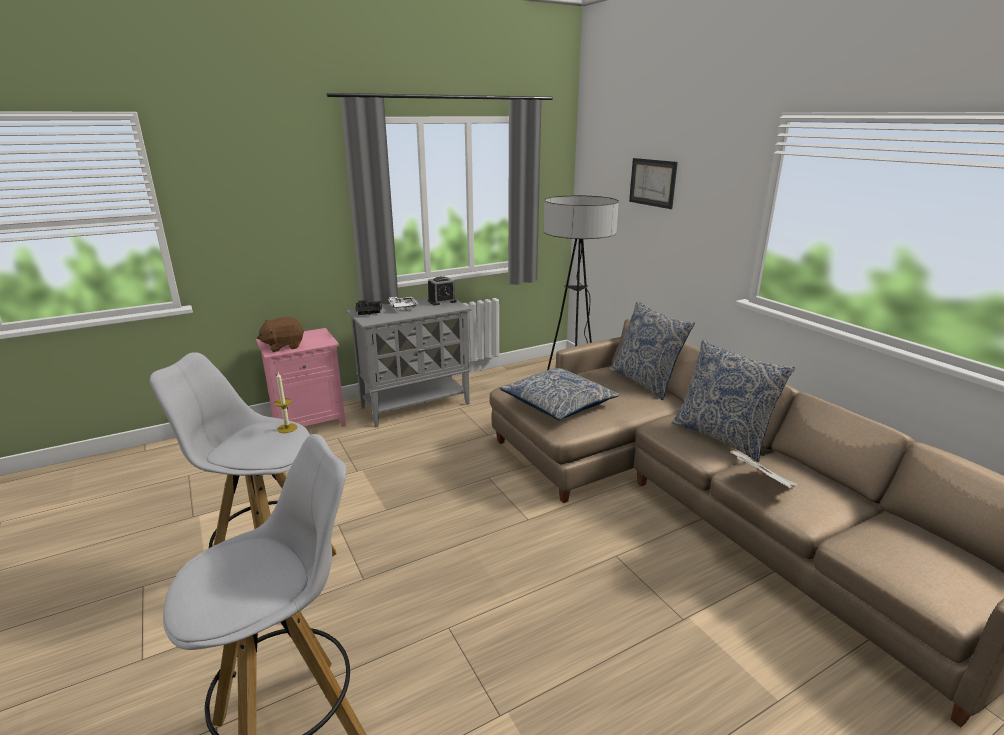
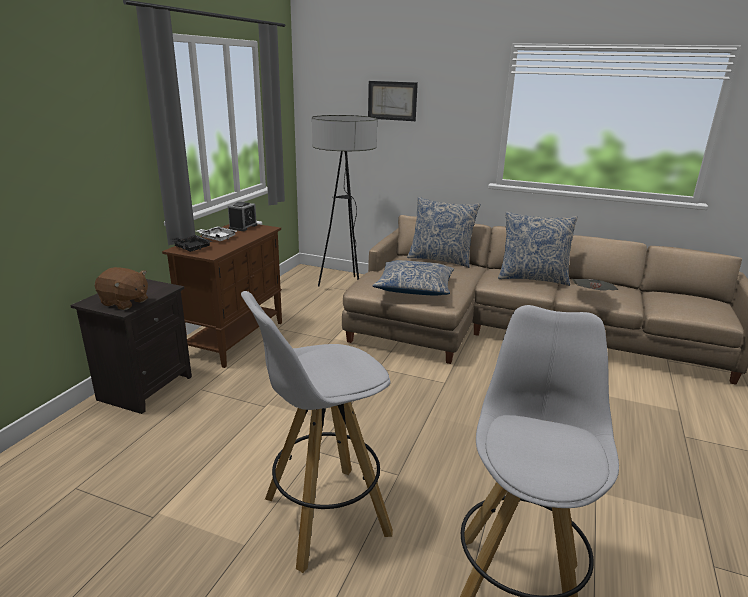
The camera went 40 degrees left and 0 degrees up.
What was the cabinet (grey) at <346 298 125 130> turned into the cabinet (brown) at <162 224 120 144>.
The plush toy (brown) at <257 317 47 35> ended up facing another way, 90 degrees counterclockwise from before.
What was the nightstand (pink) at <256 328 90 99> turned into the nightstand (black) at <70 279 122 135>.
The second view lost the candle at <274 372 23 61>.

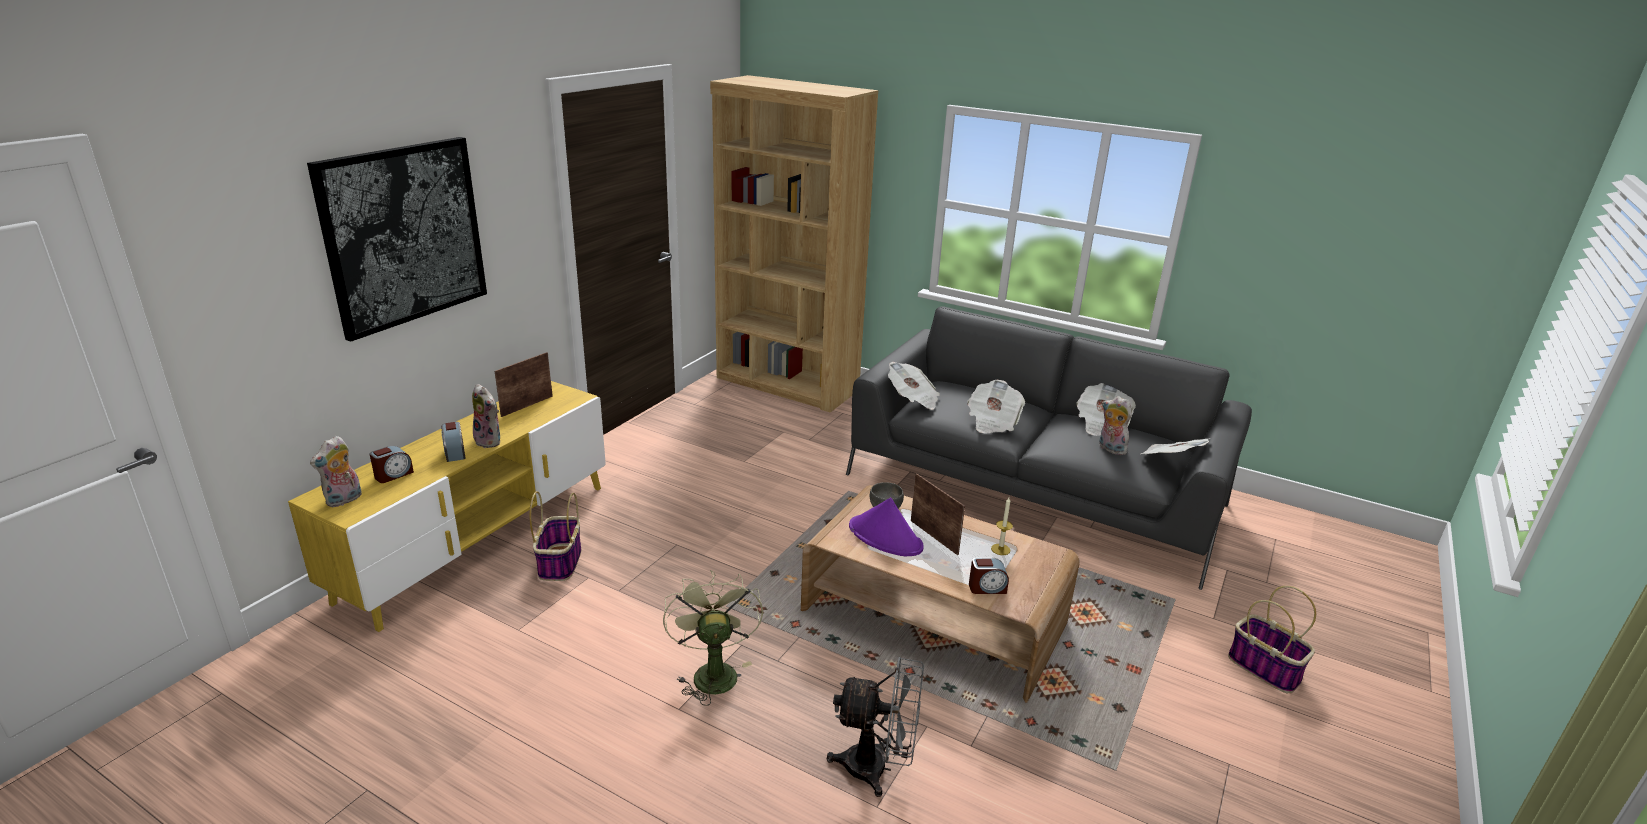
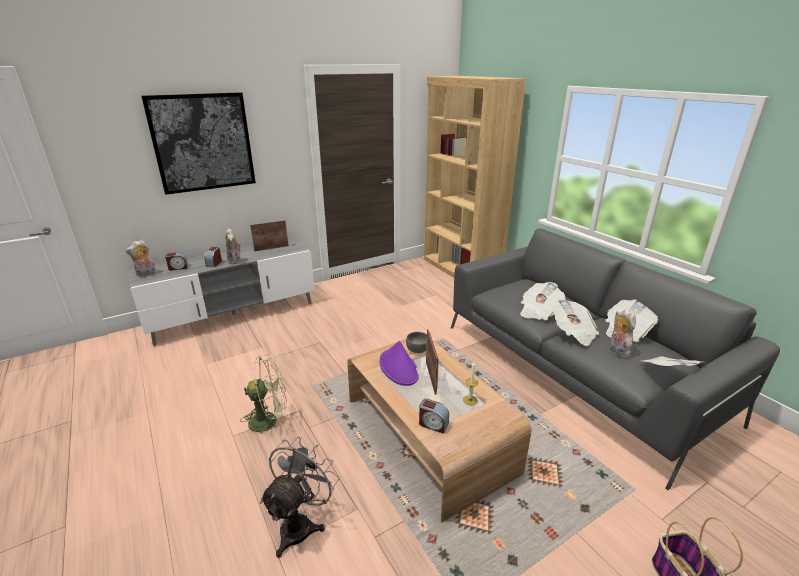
The camera went 30 degrees right and 0 degrees up.
The newspaper ended up elsewhere, having gone from <888 362 52 48> to <553 299 46 47>.
What was the tv stand (yellow) at <288 381 318 251> turned into the tv stand (grey) at <127 238 187 108>.
The second view lost the basket at <529 491 52 90>.
The fan (green) at <663 571 100 135> ended up facing another way, 60 degrees clockwise from before.
The fan (grey) at <827 657 97 140> ended up facing another way, 105 degrees counterclockwise from before.

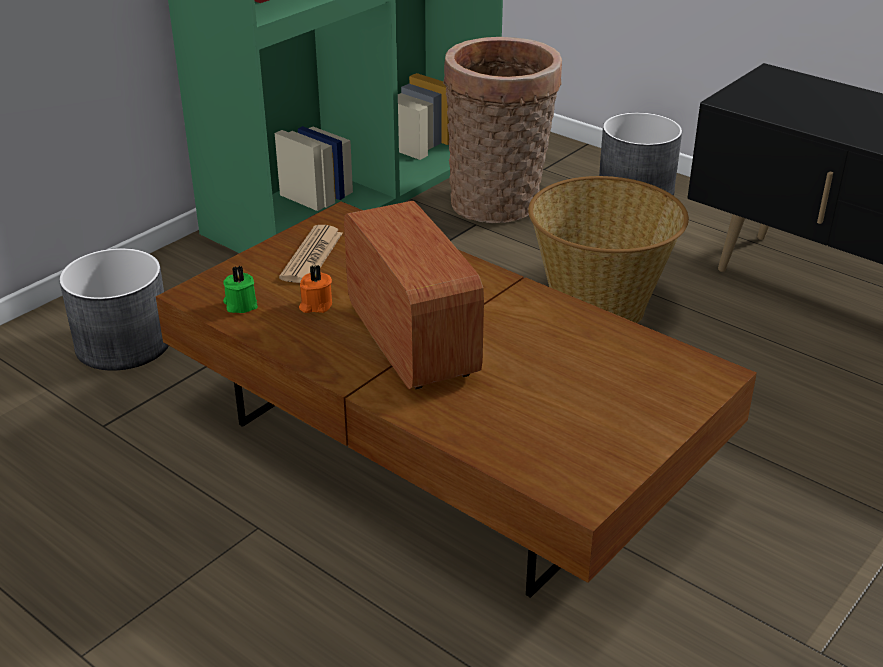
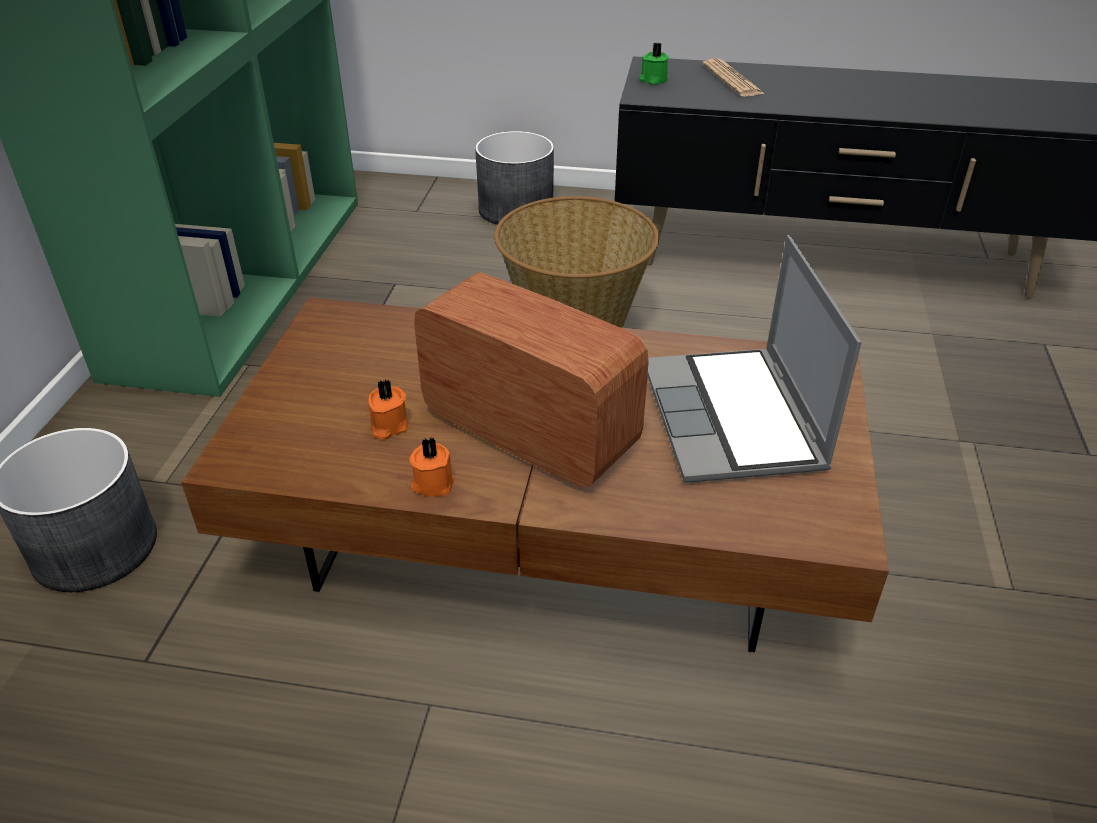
The camera went 30 degrees left and 5 degrees up.
The second view lost the basket at <443 37 119 186>.
The newspaper ended up elsewhere, having gone from <279 225 64 58> to <702 59 62 38>.
The candle (green) ended up elsewhere, having gone from <223 266 35 47> to <639 42 30 43>.
The second view gained the laptop at <647 235 215 248>.
The second view gained the candle (orange) at <409 438 46 59>.

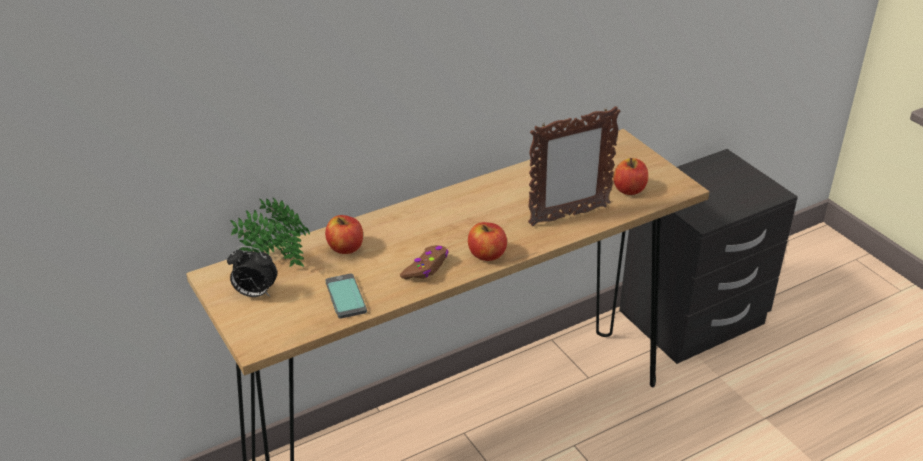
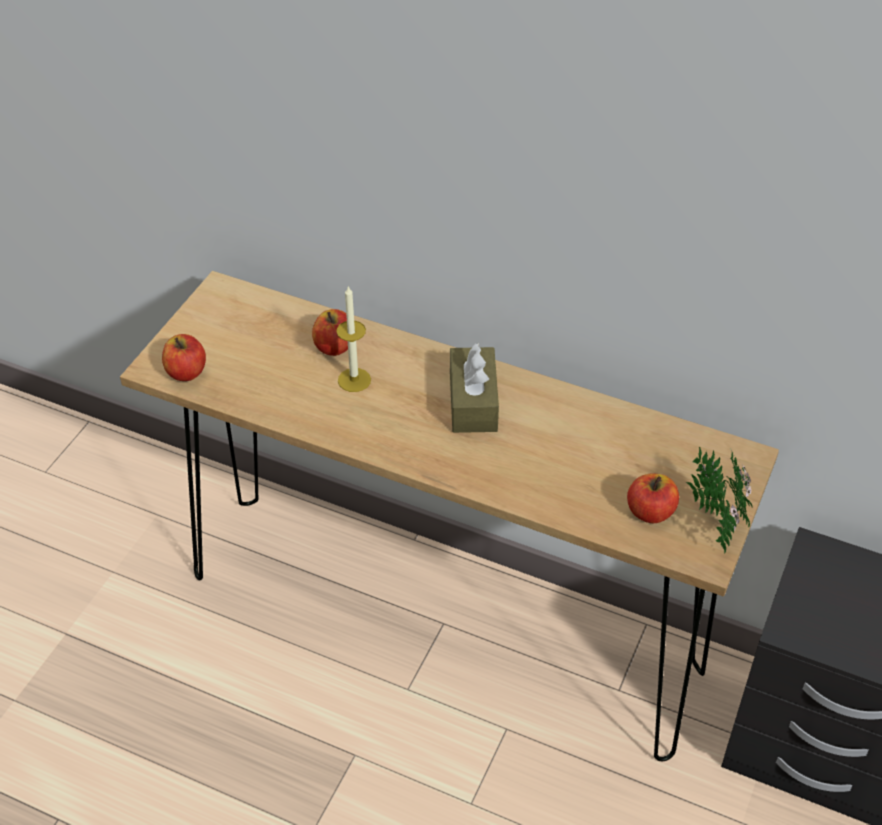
The camera went 55 degrees right and 10 degrees up.
The second view lost the picture frame at <528 106 93 120>.
The potted plant ended up elsewhere, having gone from <230 198 80 69> to <686 447 67 107>.
The apple ended up elsewhere, having gone from <468 222 39 39> to <162 334 44 47>.
The second view lost the game controller (brown) at <400 245 48 34>.
The second view lost the alarm clock at <227 246 50 51>.
The second view lost the phone at <325 273 42 46>.
The second view gained the candle at <336 287 35 105>.
The second view gained the tissue box (brown) at <450 343 49 90>.

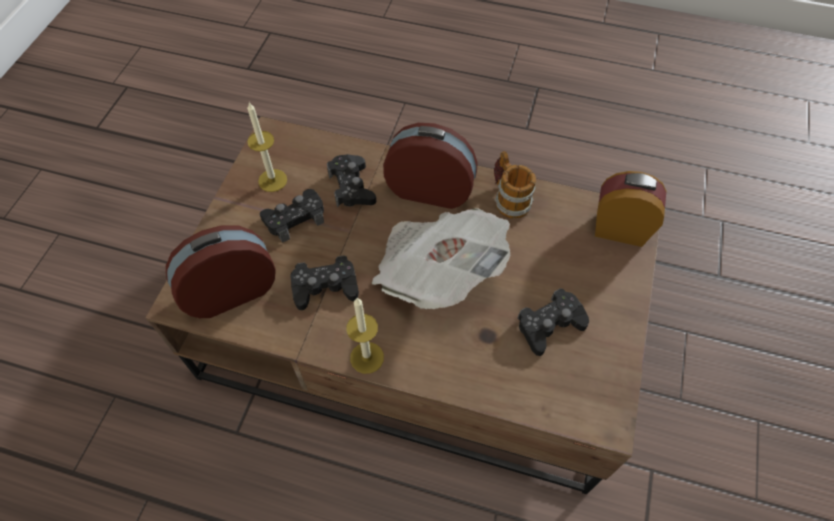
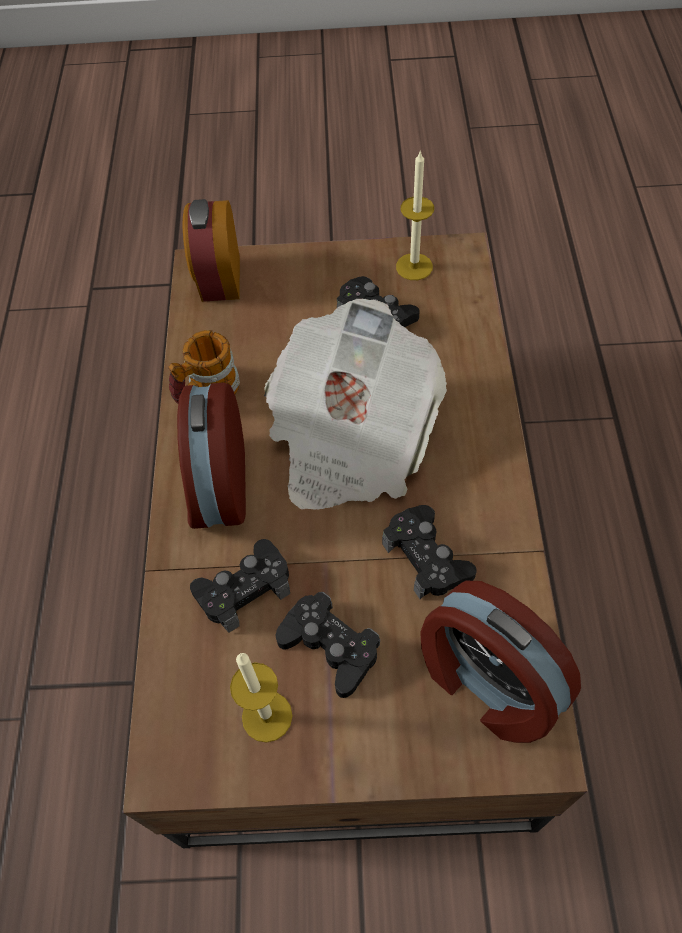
The camera went 105 degrees left and 0 degrees up.
The candle ended up elsewhere, having gone from <346 298 38 76> to <396 150 38 130>.

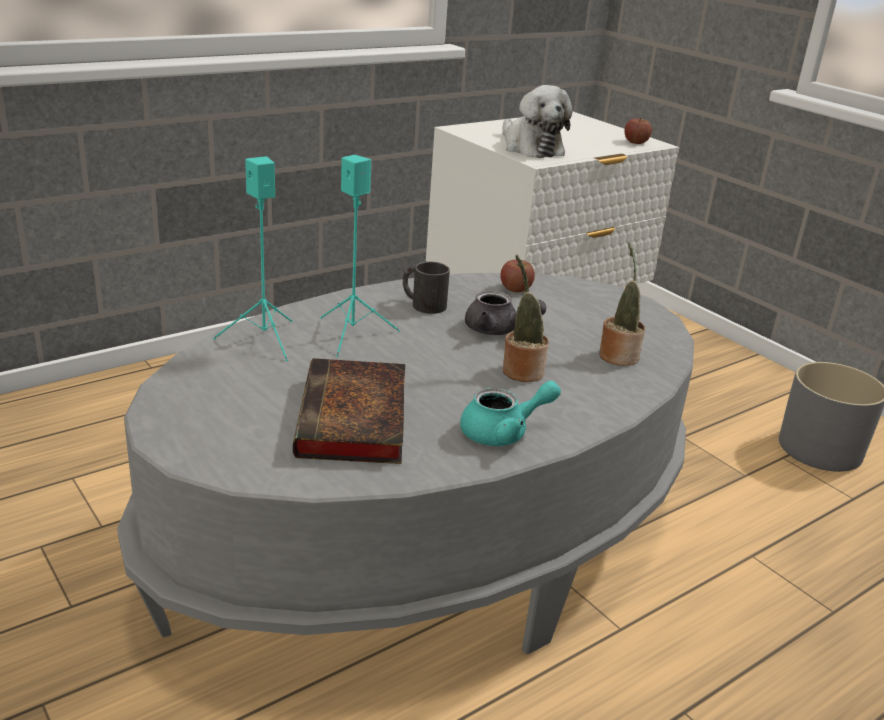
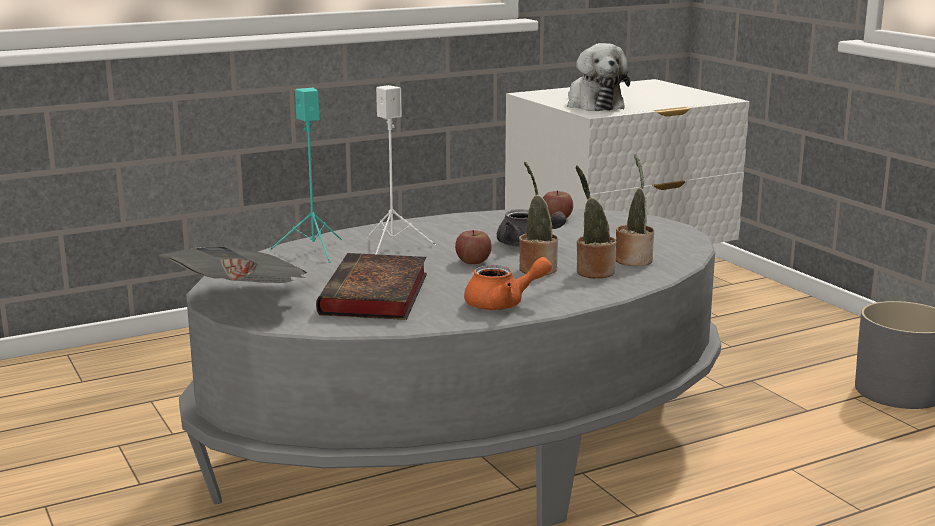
The camera went 10 degrees right and 10 degrees down.
The apple ended up elsewhere, having gone from <624 118 28 26> to <455 230 37 34>.
What was the speaker (turquoise) at <320 155 80 202> turned into the speaker (white) at <367 85 69 169>.
The second view lost the mug (black) at <403 262 47 52>.
What was the teapot (turquoise) at <460 381 101 65> turned into the teapot (orange) at <464 257 88 53>.
The second view gained the potted plant at <576 166 40 112>.
The second view gained the newspaper at <158 247 148 36>.

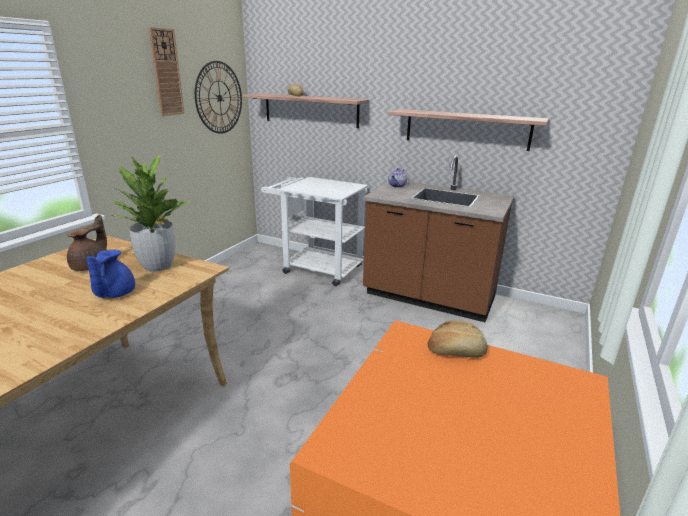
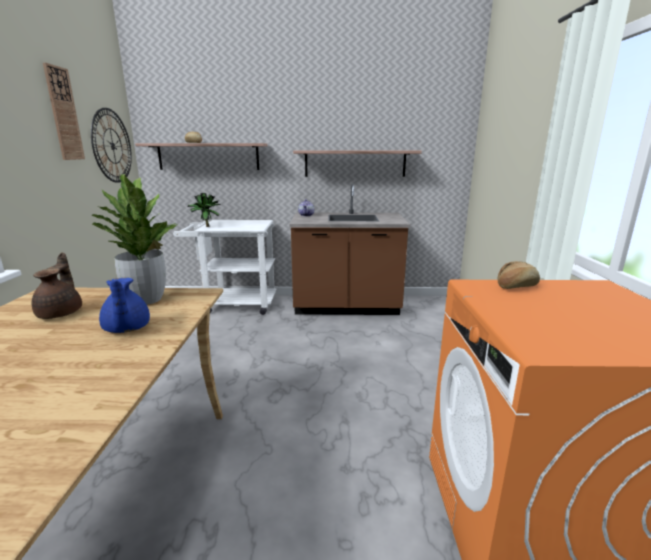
The camera went 25 degrees left and 5 degrees down.
The second view gained the potted plant at <187 193 33 34>.

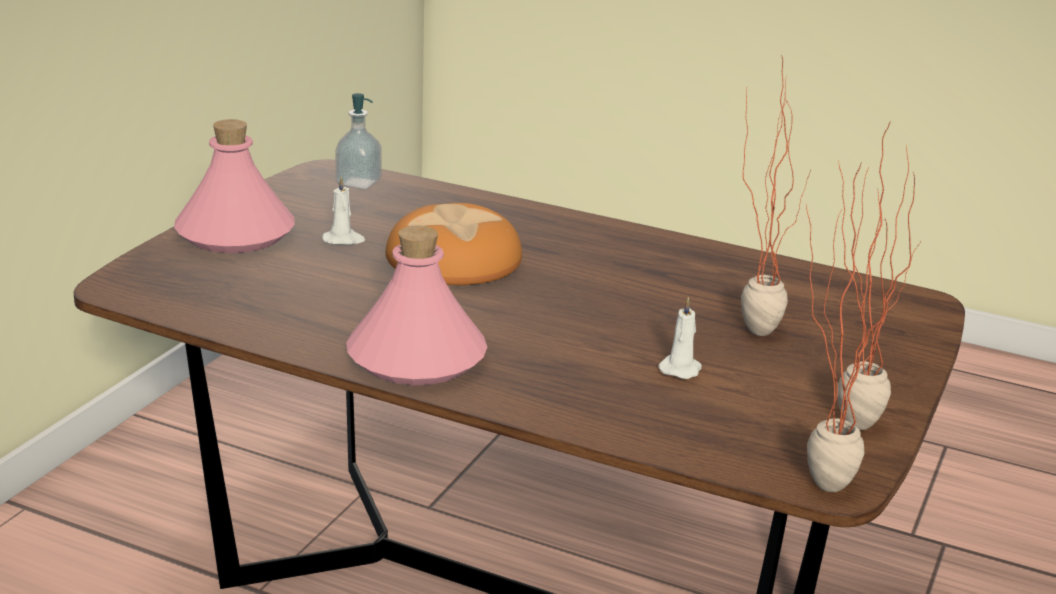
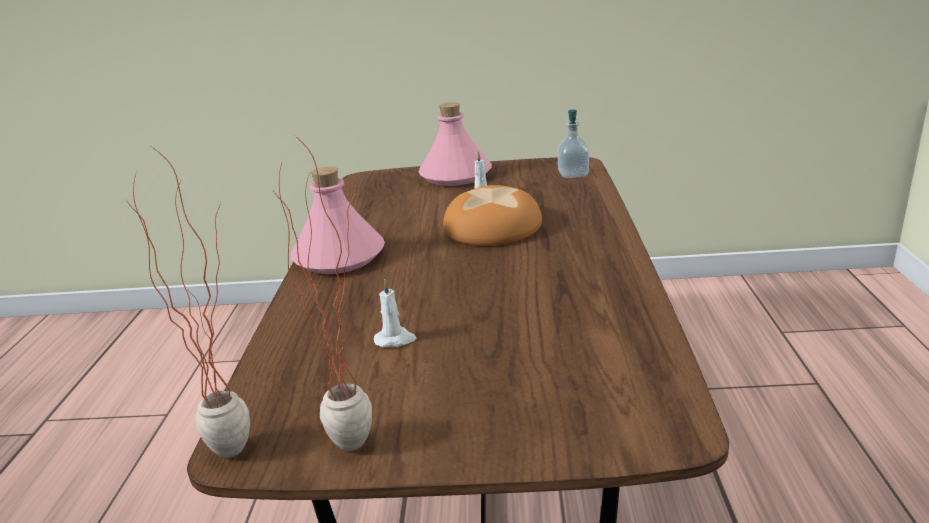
The camera went 70 degrees right and 0 degrees up.
The second view lost the potted plant at <741 55 69 281>.

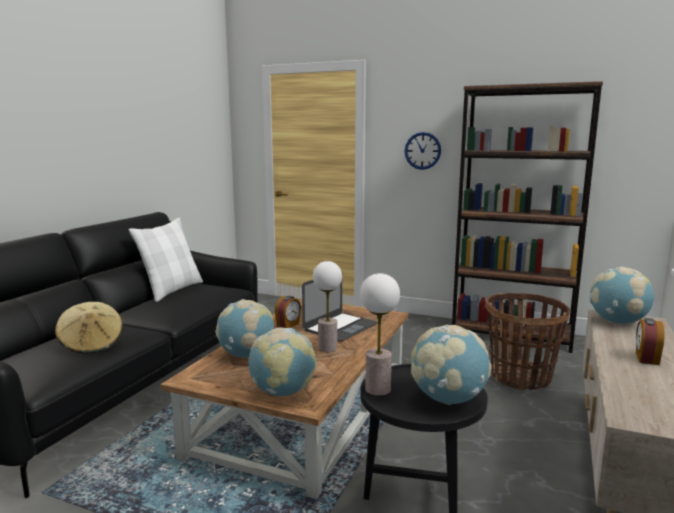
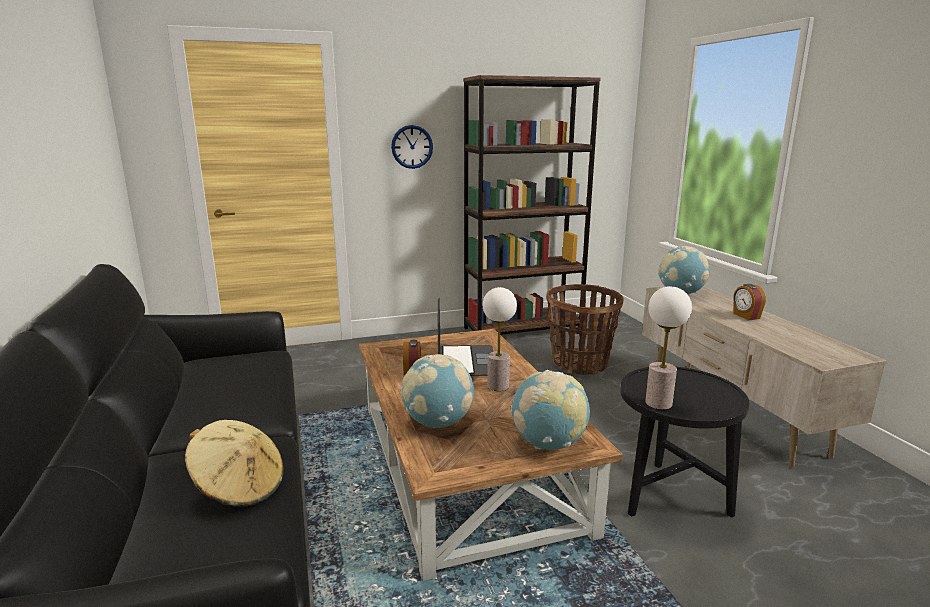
The camera went 40 degrees left and 5 degrees up.
The second view lost the pillow (white) at <129 218 74 84>.
The second view lost the globe at <411 325 81 80>.

